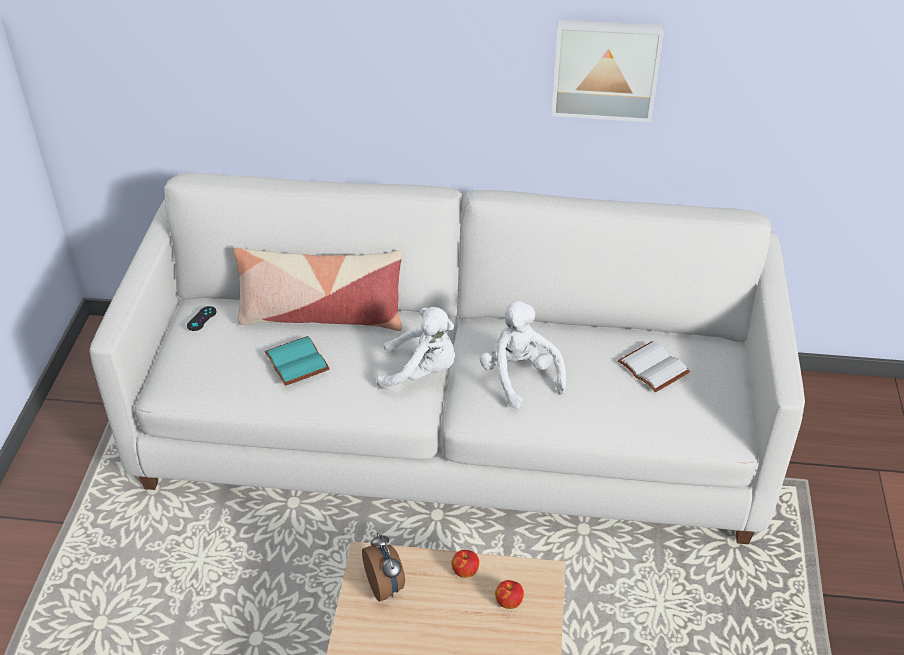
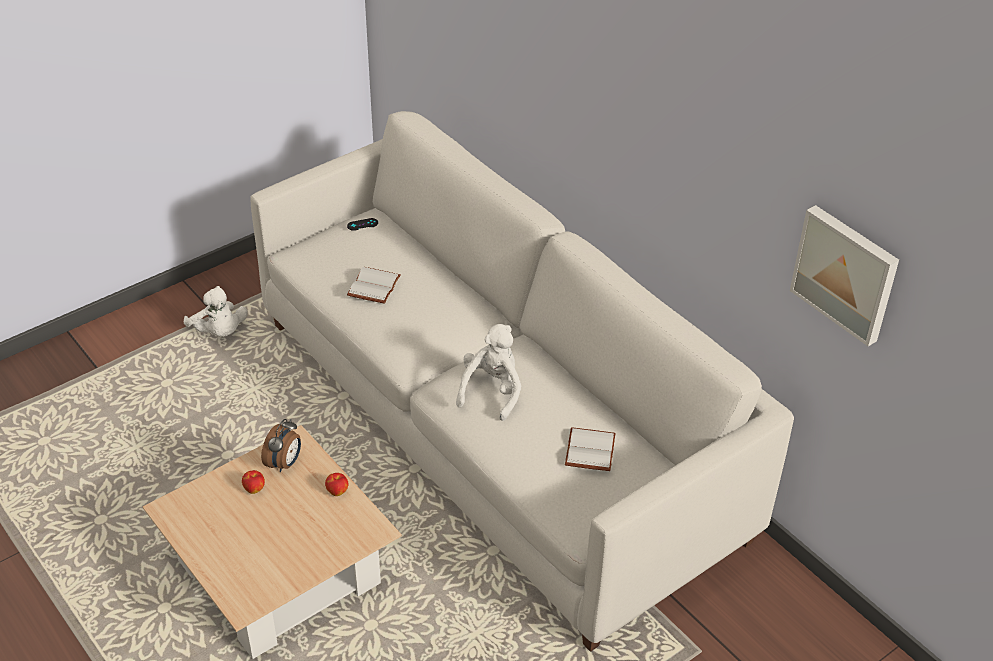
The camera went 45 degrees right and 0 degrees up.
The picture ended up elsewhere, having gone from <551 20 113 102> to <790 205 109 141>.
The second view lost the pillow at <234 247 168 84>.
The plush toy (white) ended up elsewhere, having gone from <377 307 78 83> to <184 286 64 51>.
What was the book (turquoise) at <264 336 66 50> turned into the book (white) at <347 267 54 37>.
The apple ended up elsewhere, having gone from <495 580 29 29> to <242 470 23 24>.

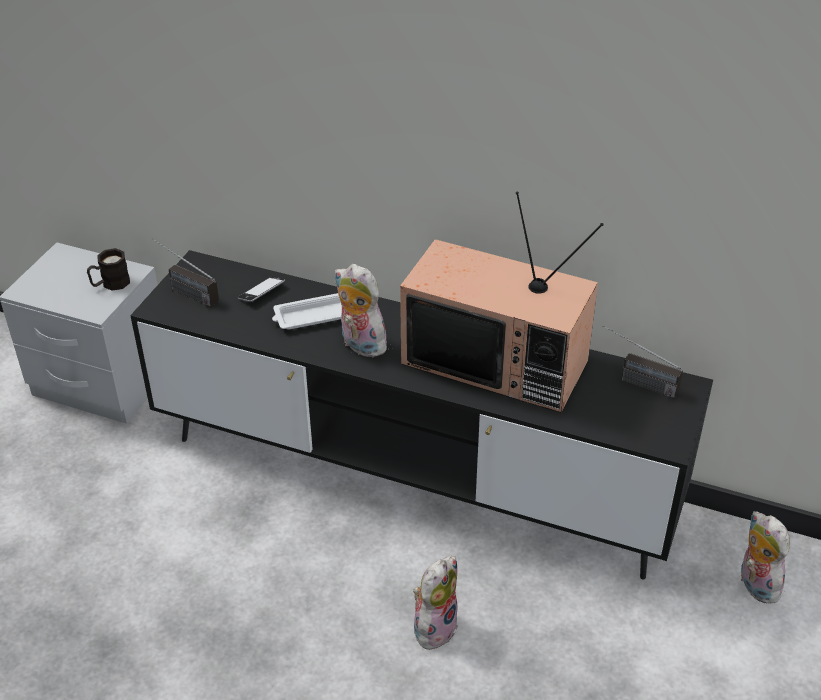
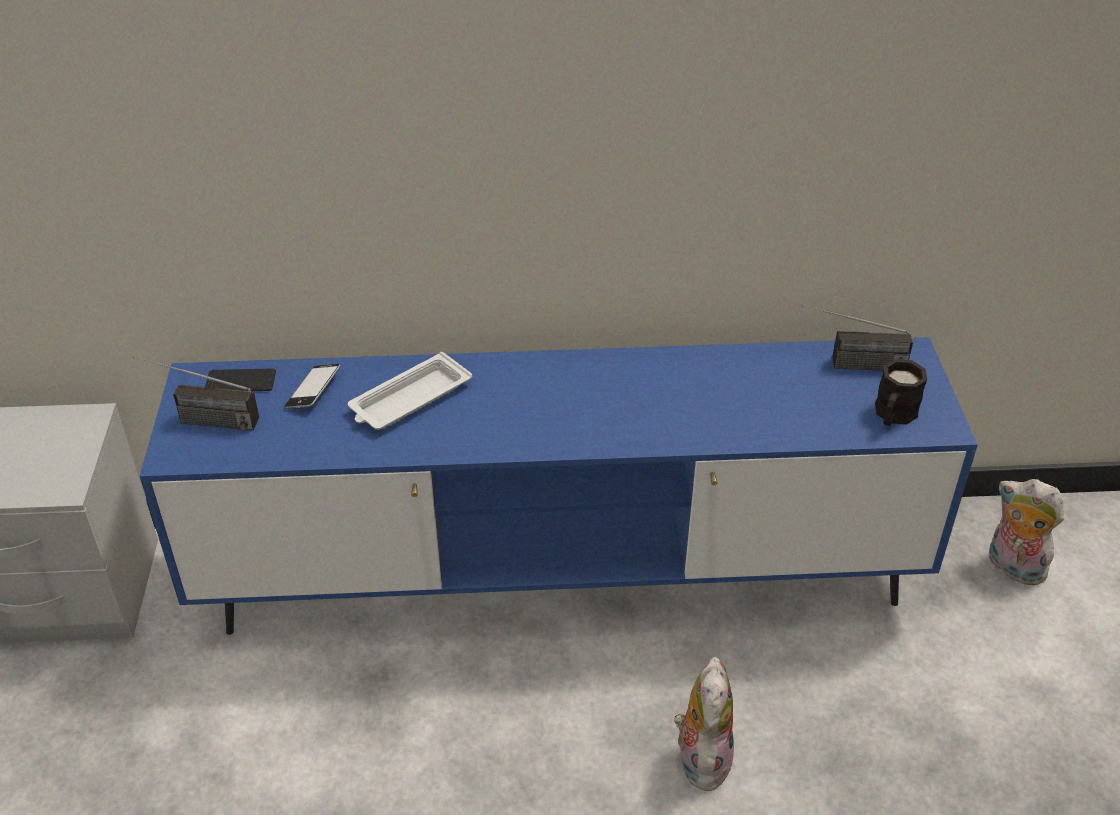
The camera went 25 degrees left and 0 degrees up.
The second view lost the television at <400 192 204 221>.
The mug (black) ended up elsewhere, having gone from <87 248 43 43> to <875 359 52 67>.
What was the tv stand (black) at <130 250 583 329> turned into the tv stand (blue) at <140 337 838 298>.
The second view lost the plush toy at <334 264 53 93>.
The second view gained the phone at <205 369 71 22>.

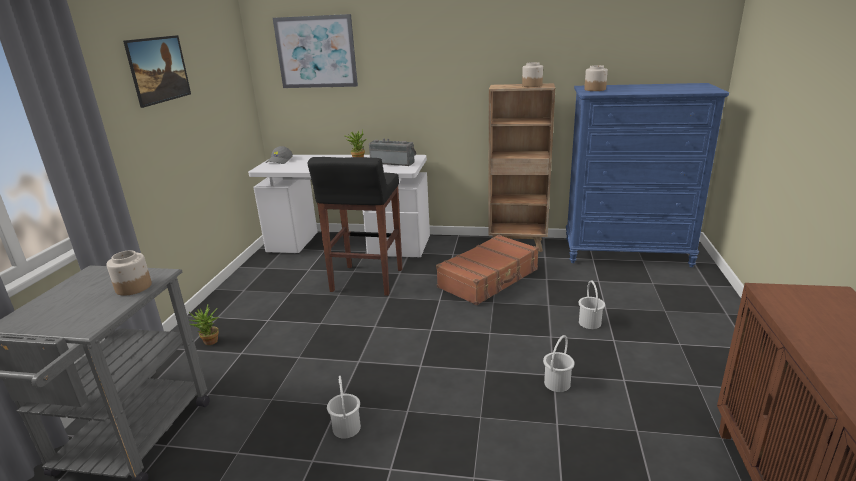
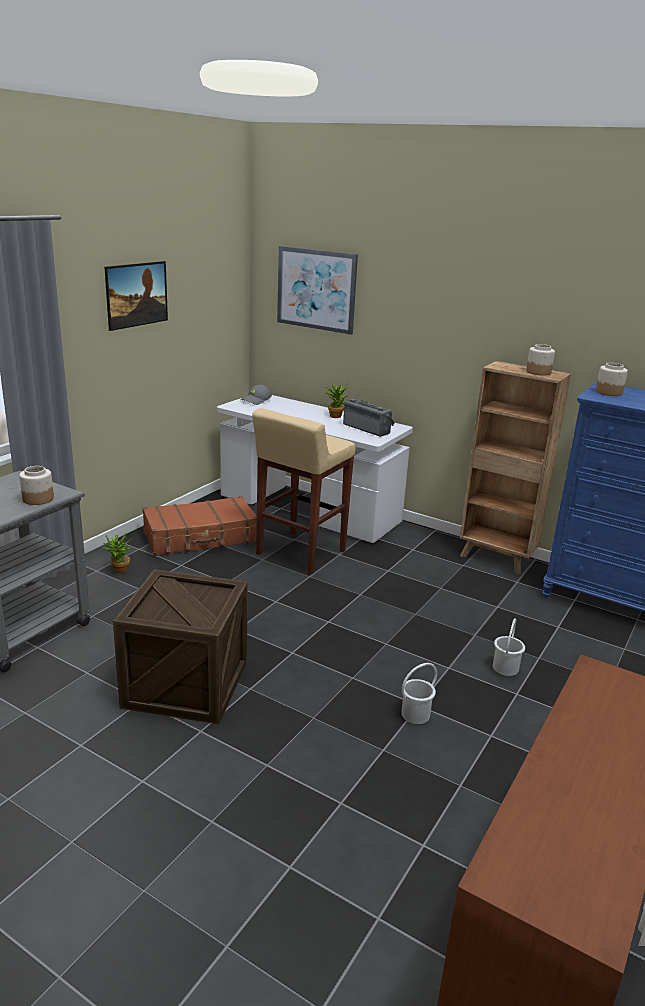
The camera went 20 degrees right and 0 degrees up.
What was the stool (black) at <307 157 95 139> turned into the stool (beige) at <252 408 104 166>.
The suitcase (brown) ended up elsewhere, having gone from <436 235 103 70> to <142 496 115 60>.
Where the bucket (white) stood at <327 376 34 63>, the crate came to stand at <113 569 135 155>.

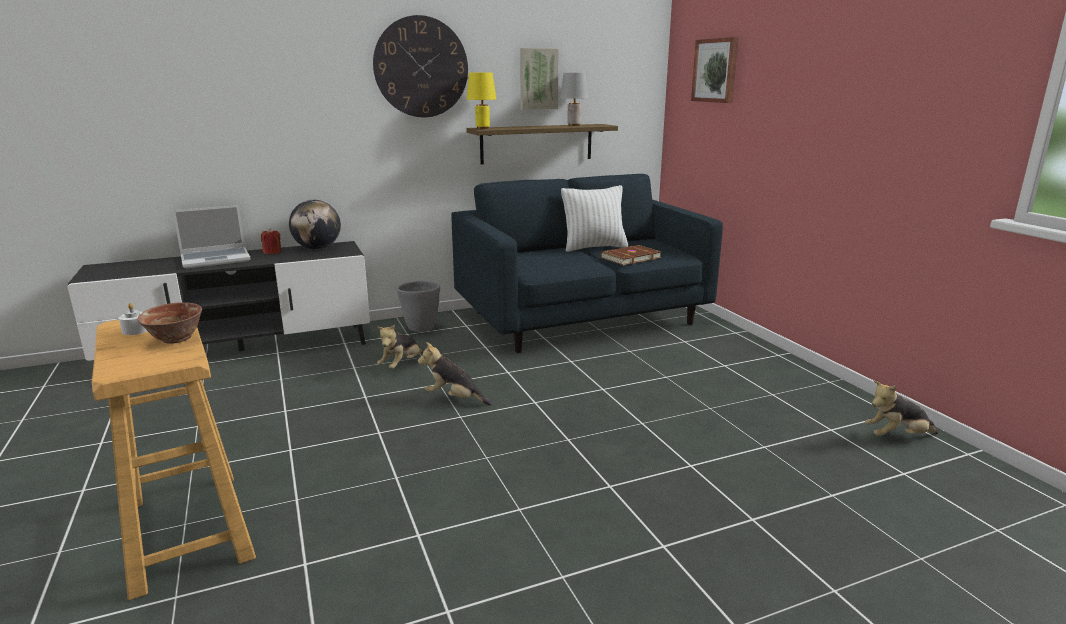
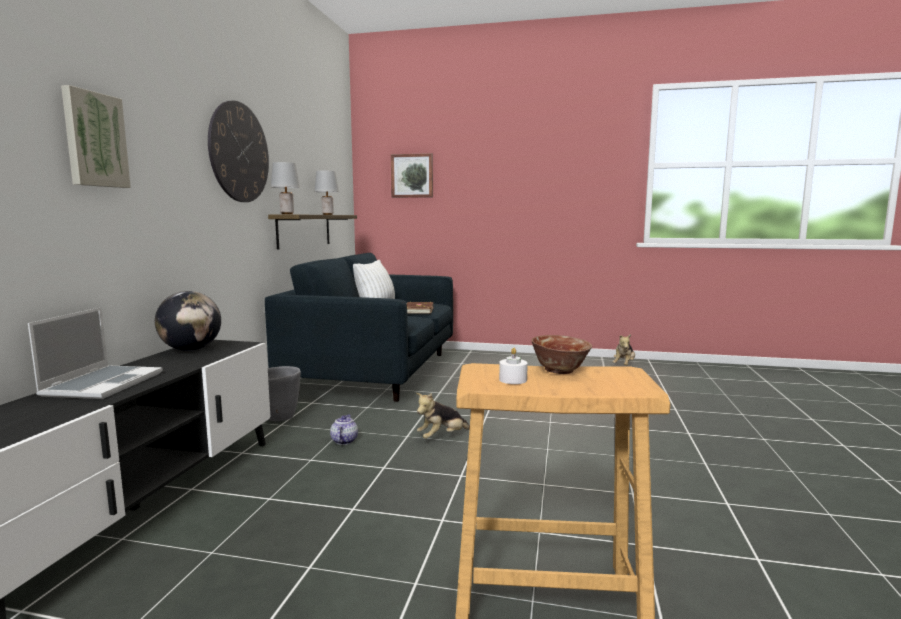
The camera went 55 degrees left and 10 degrees down.
The picture ended up elsewhere, having gone from <520 48 39 62> to <61 85 70 103>.
What was the table lamp (yellow) at <467 73 29 56> turned into the table lamp (grey) at <271 162 29 52>.
The second view lost the candle (red) at <261 228 20 26>.
Where the plush toy stood at <377 325 46 44>, the teapot came to stand at <330 415 28 30>.

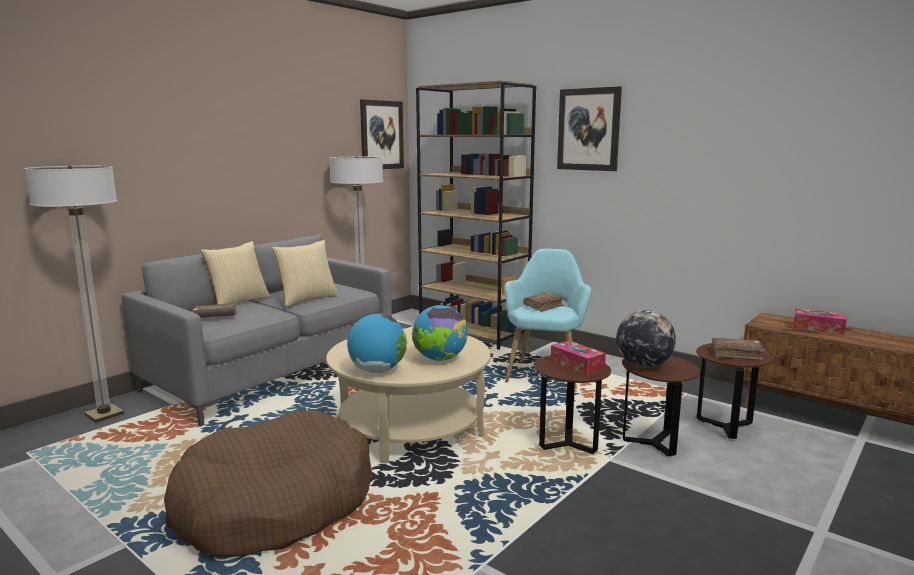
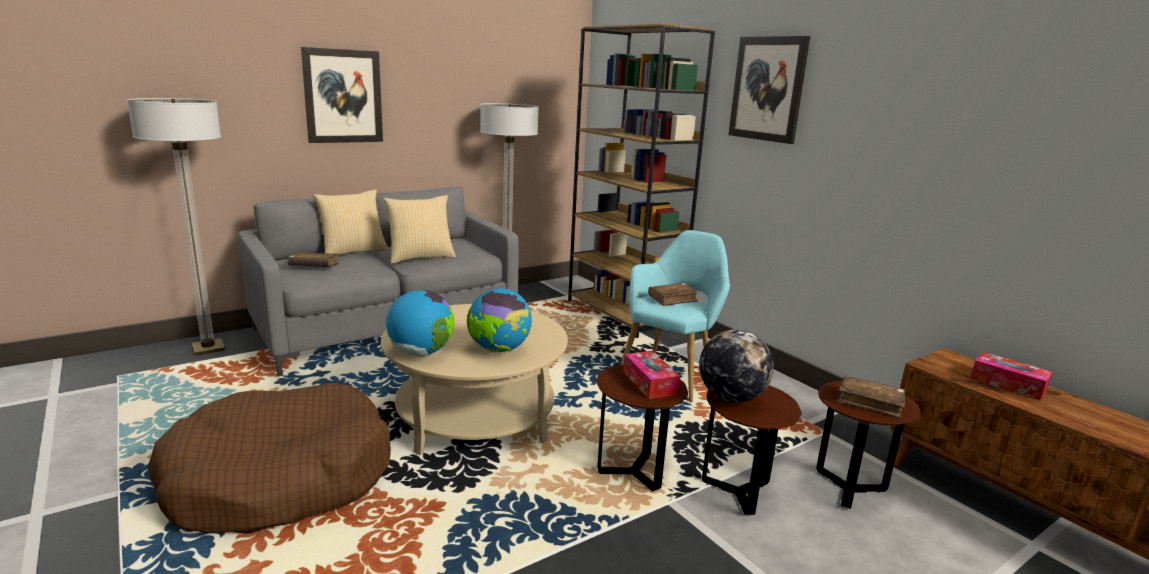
The camera went 15 degrees right and 5 degrees up.
The picture ended up elsewhere, having gone from <360 99 44 70> to <301 47 82 96>.

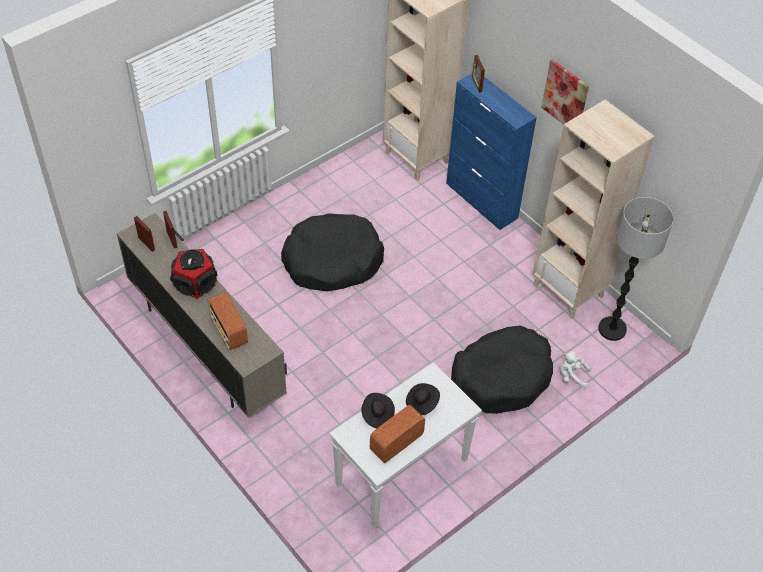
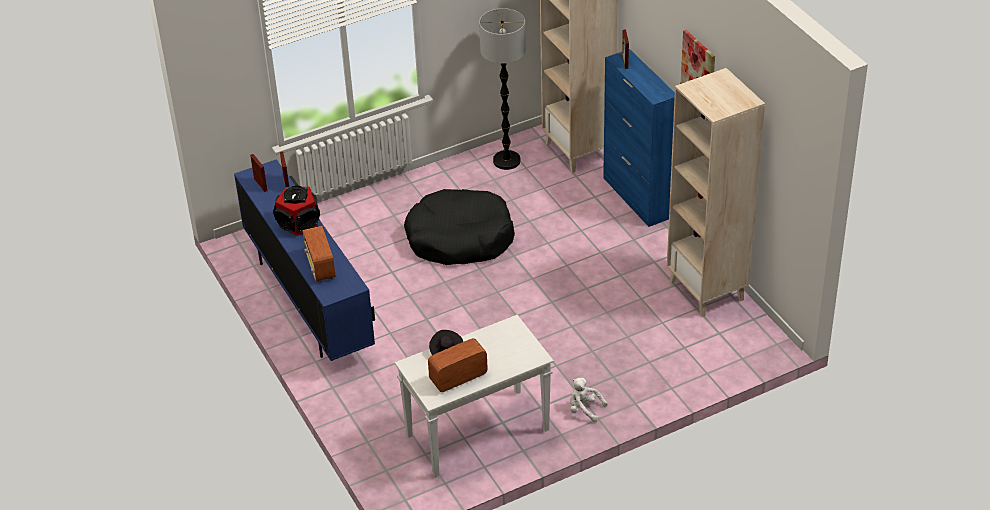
The camera went 15 degrees right and 10 degrees down.
The floor lamp ended up elsewhere, having gone from <598 197 76 144> to <479 8 47 162>.
What was the tv stand (beige) at <117 213 170 205> turned into the tv stand (blue) at <234 159 141 202>.
The second view lost the dog bed (black) at <451 326 102 88>.
The plush toy (white) ended up elsewhere, having gone from <560 351 31 38> to <570 378 37 44>.
The second view lost the hat (black) at <406 383 34 32>.

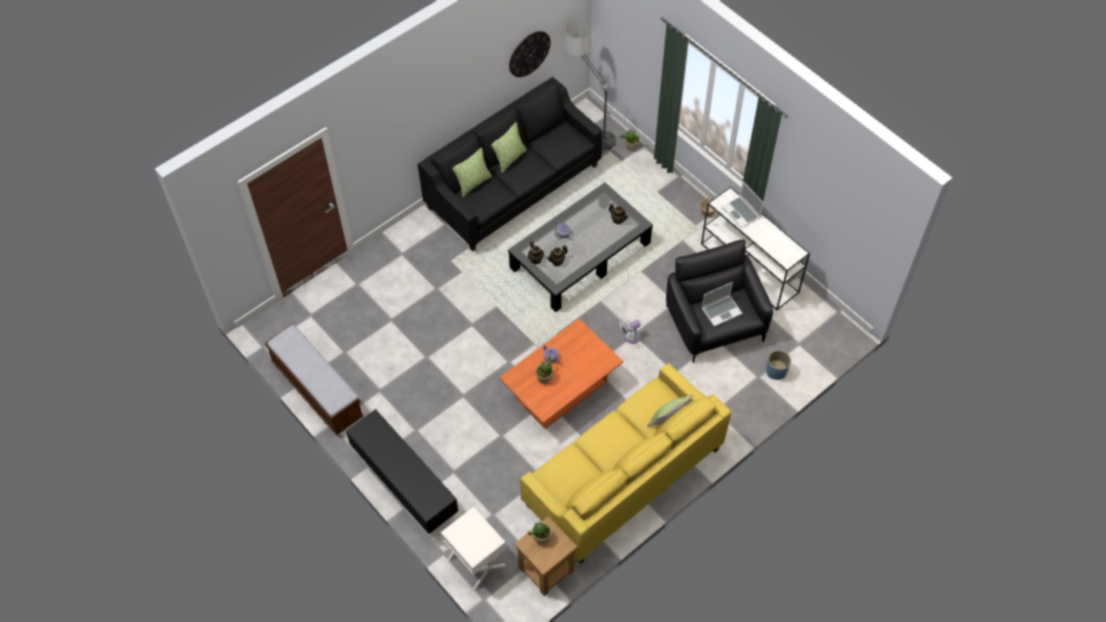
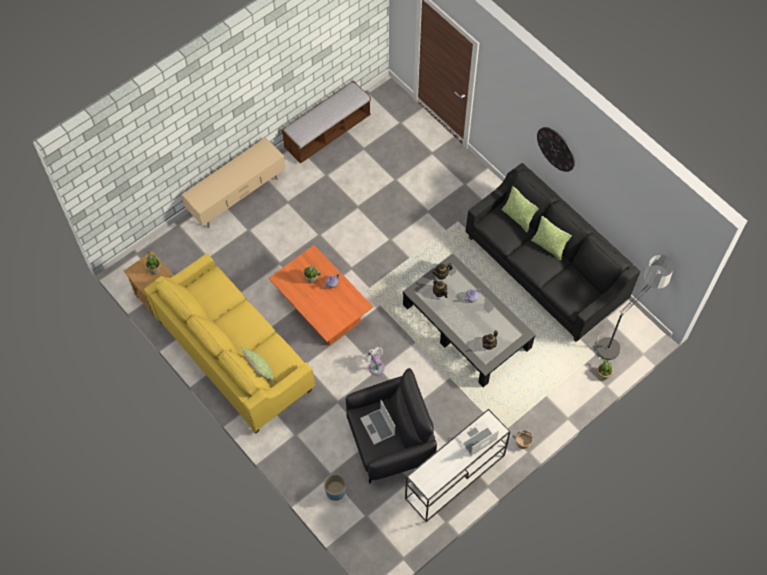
The camera went 90 degrees right and 5 degrees up.
The wall clock ended up elsewhere, having gone from <509 31 42 46> to <537 127 38 45>.
What was the tv stand (black) at <346 409 112 125> turned into the tv stand (beige) at <181 137 104 91>.
The second view lost the nightstand (white) at <441 507 65 83>.

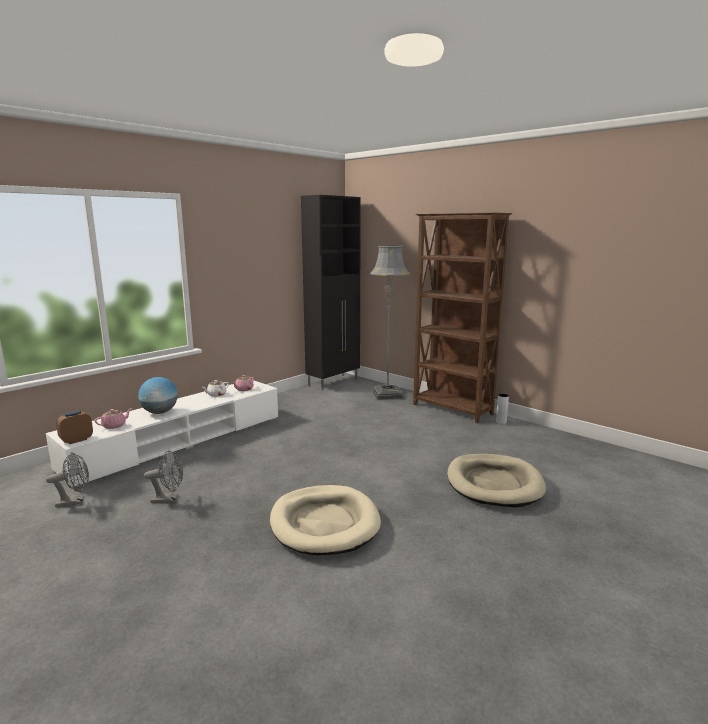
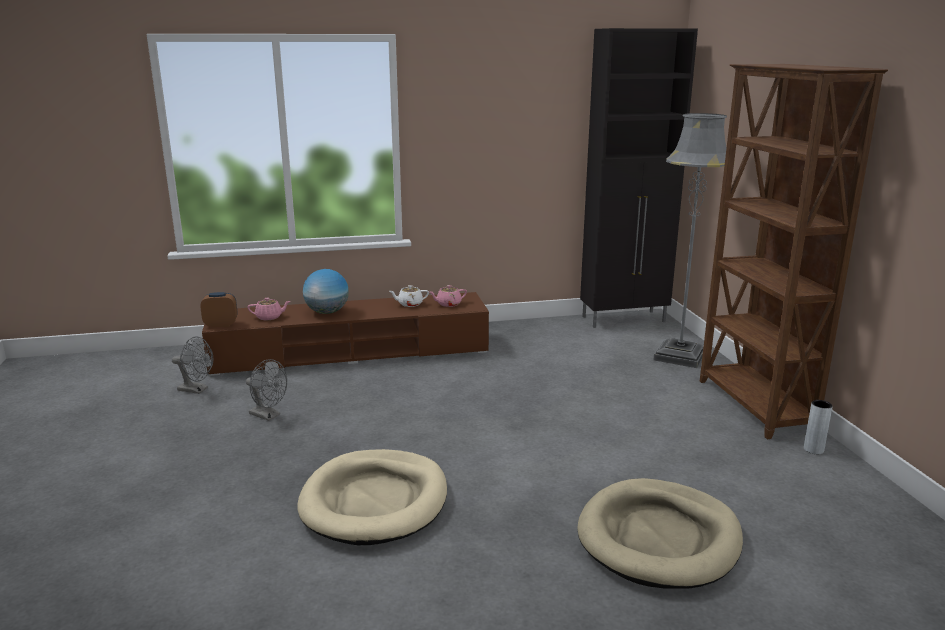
The camera went 35 degrees right and 5 degrees up.
What was the tv stand (white) at <46 381 232 107> turned into the tv stand (brown) at <202 292 287 84>.

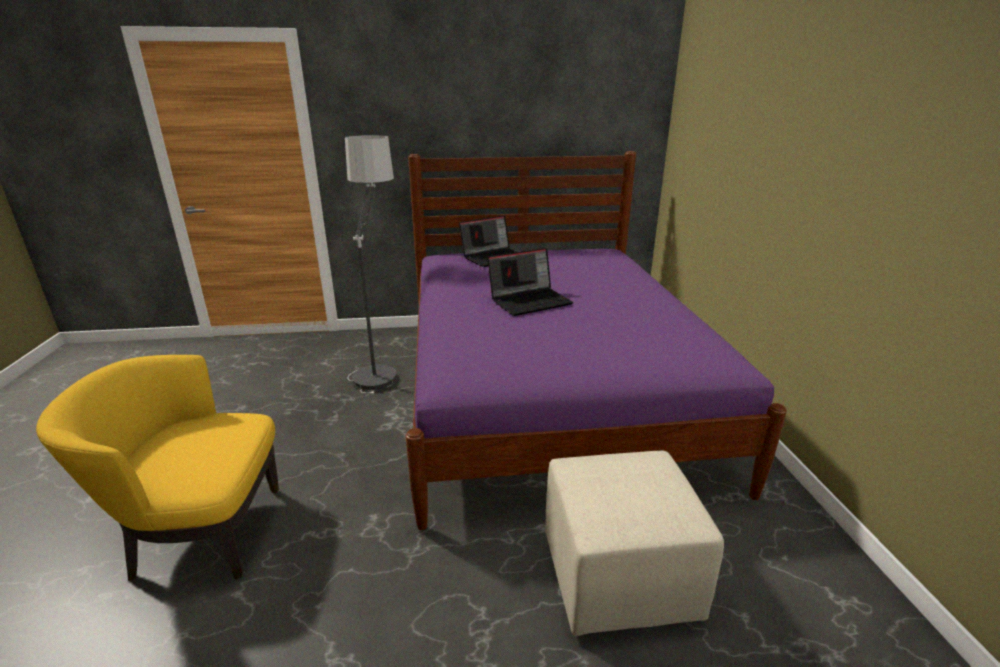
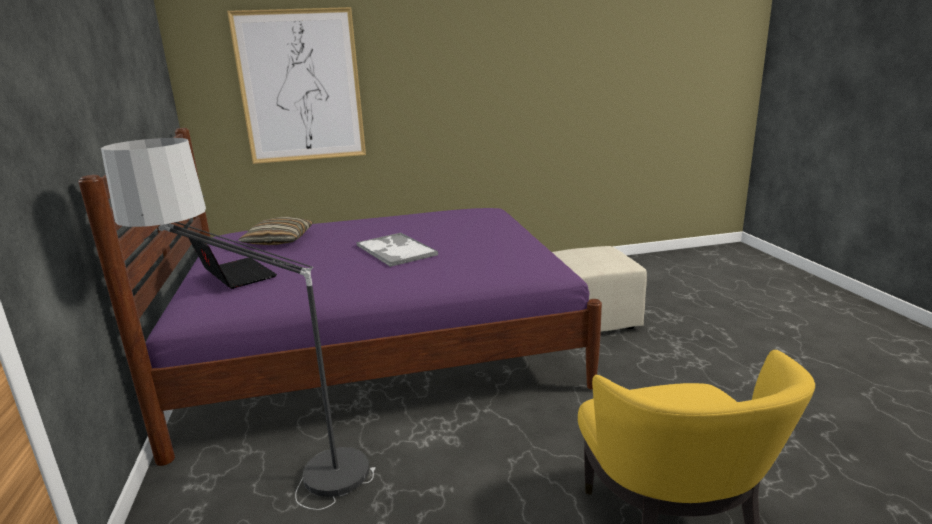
The camera went 95 degrees left and 5 degrees down.
Where the laptop stood at <487 248 86 68>, the tray came to stand at <356 233 82 34>.
The second view gained the picture at <227 7 139 157>.
The second view gained the pillow at <238 217 75 28>.

